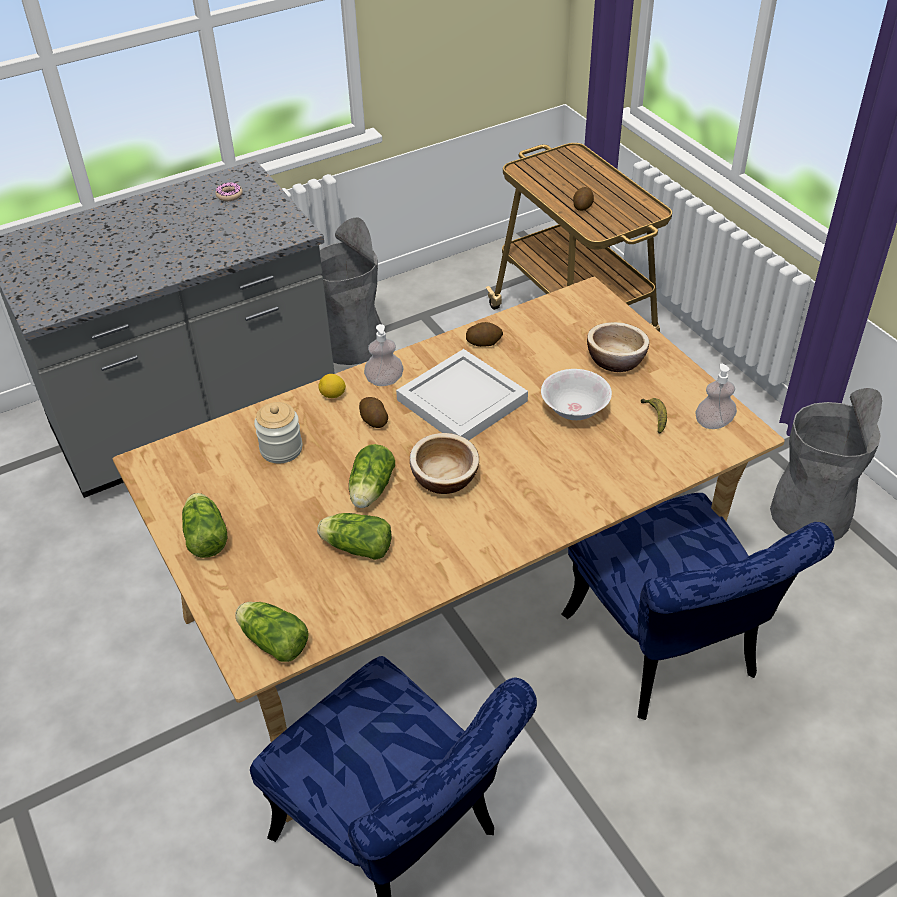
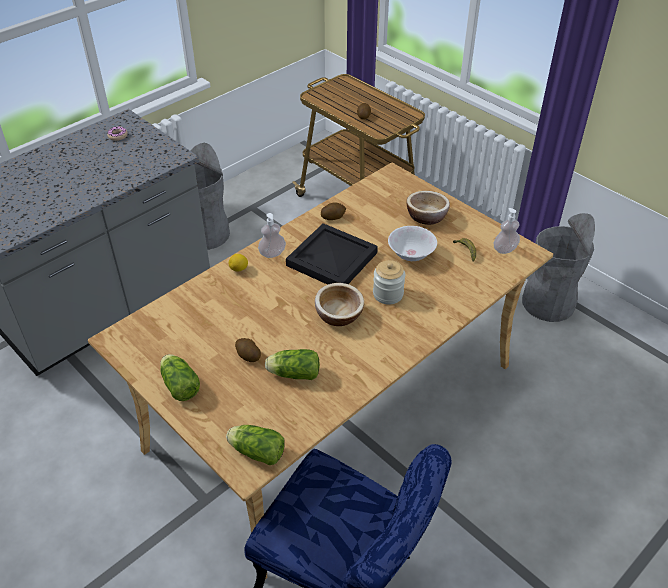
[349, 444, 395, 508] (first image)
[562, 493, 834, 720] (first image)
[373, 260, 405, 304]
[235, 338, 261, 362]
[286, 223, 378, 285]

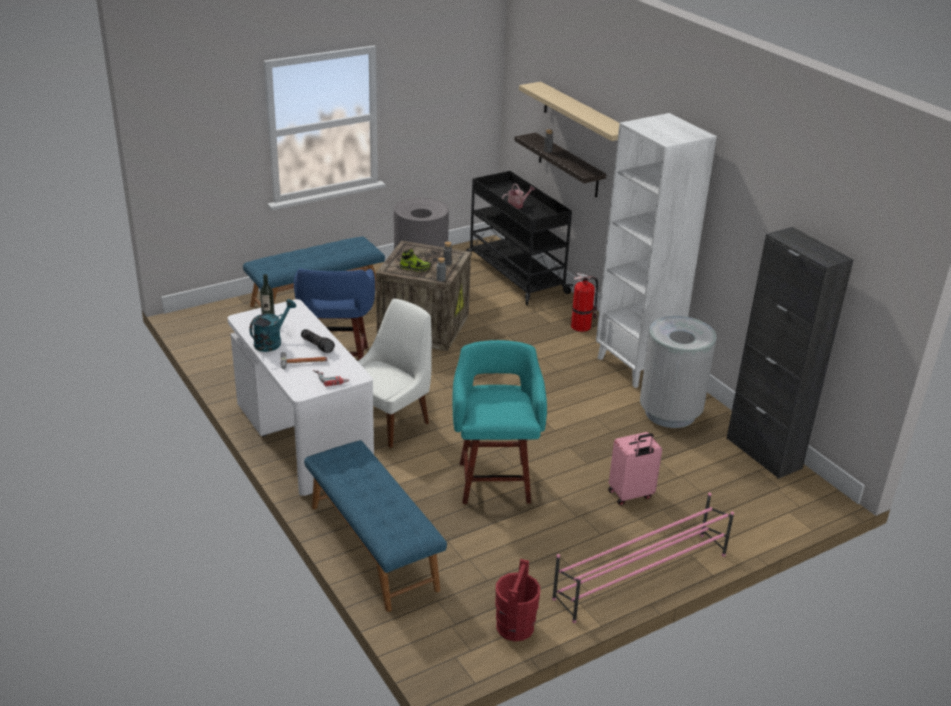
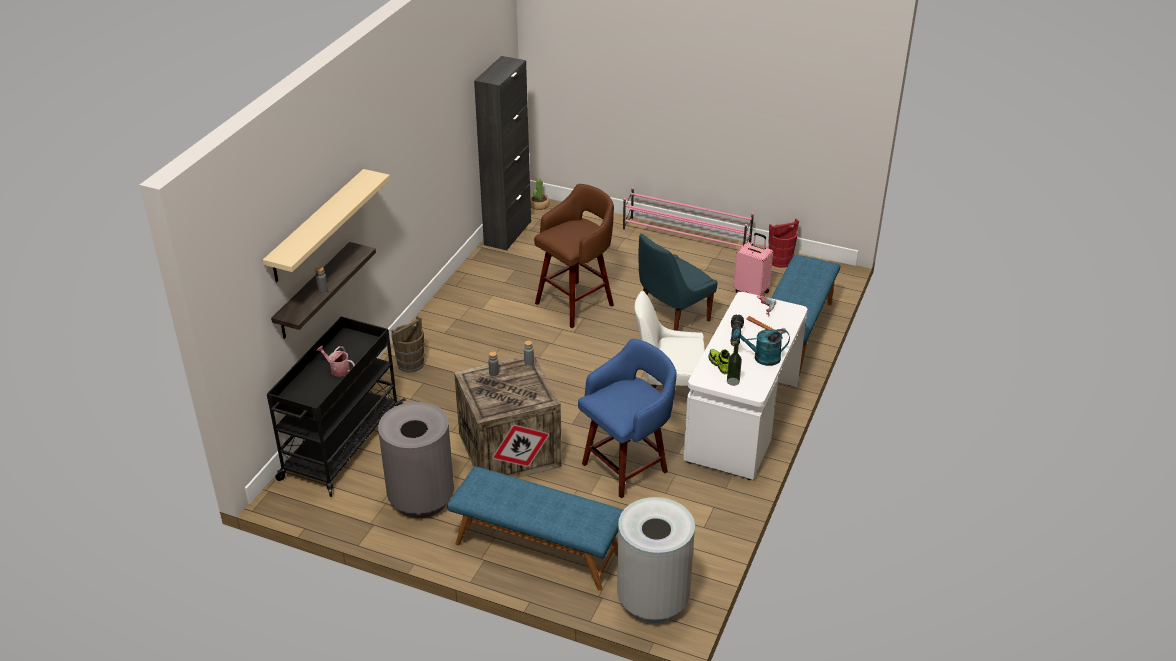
[596, 113, 717, 388] (first image)
[530, 178, 550, 210]
[534, 184, 614, 328]
[708, 349, 730, 374]
[733, 233, 773, 296]
[617, 497, 695, 623]
[639, 234, 718, 331]
[391, 315, 424, 373]

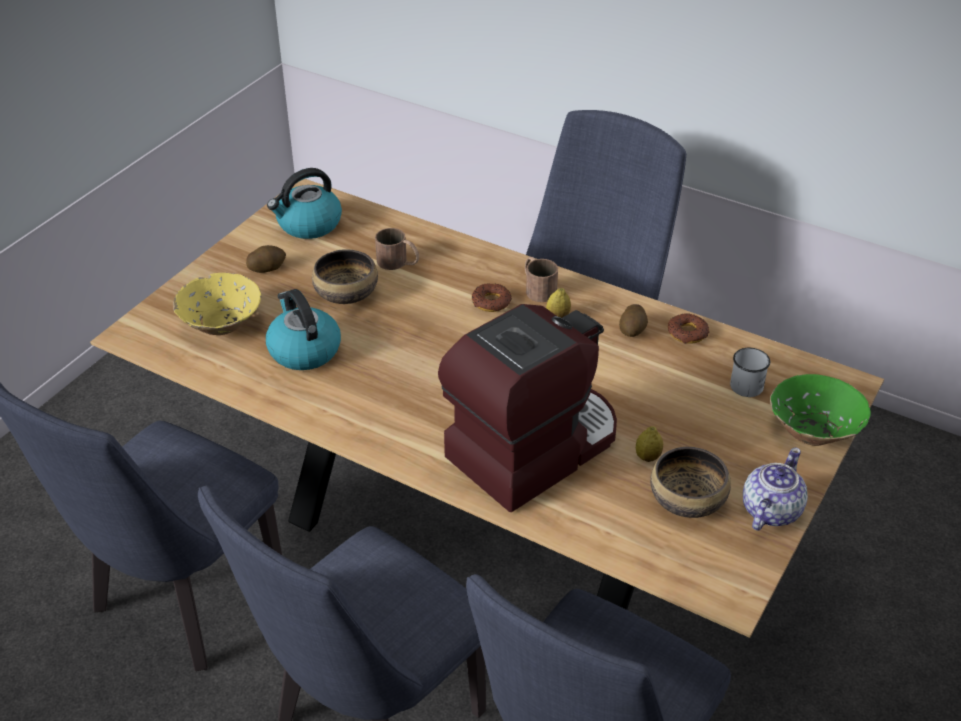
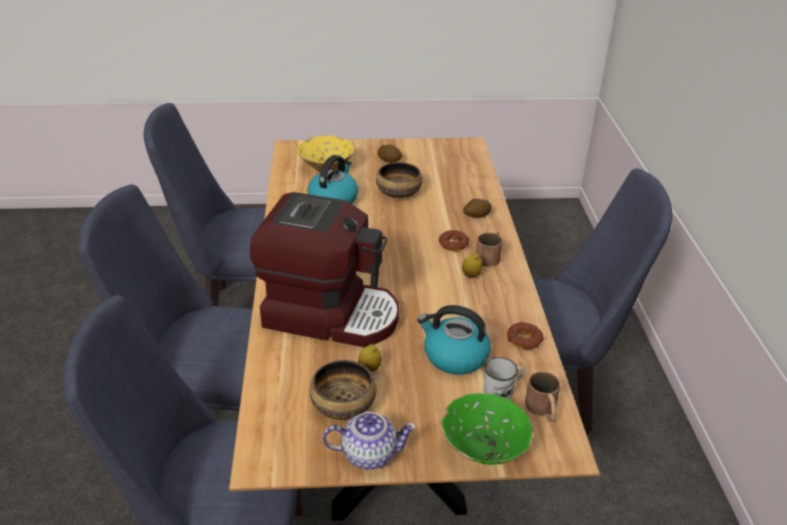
[417, 305, 491, 375]
[525, 371, 560, 422]
[463, 199, 492, 218]

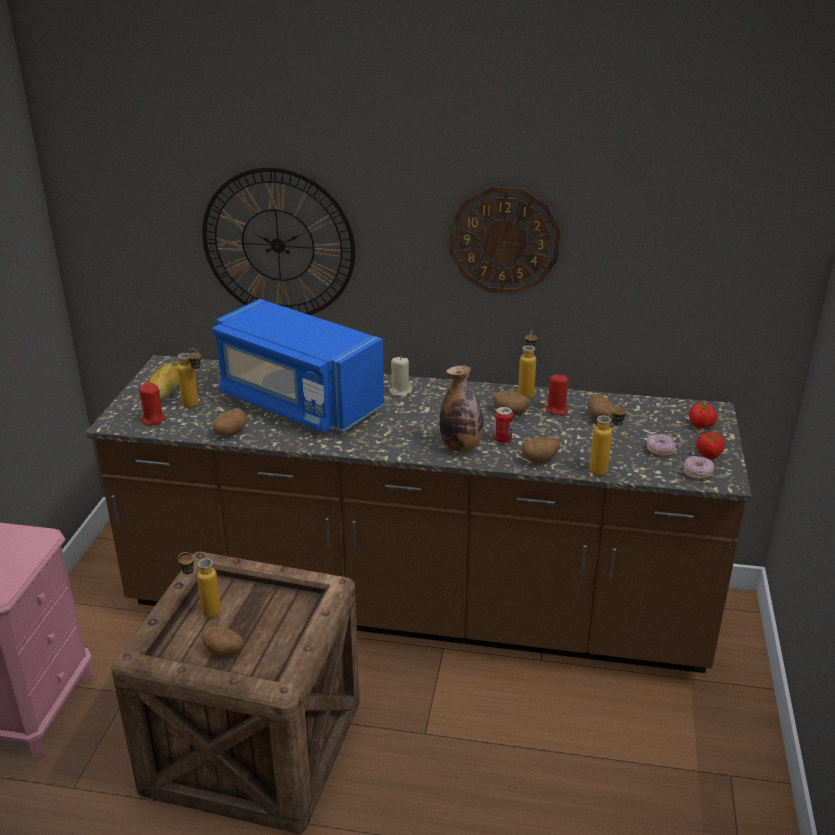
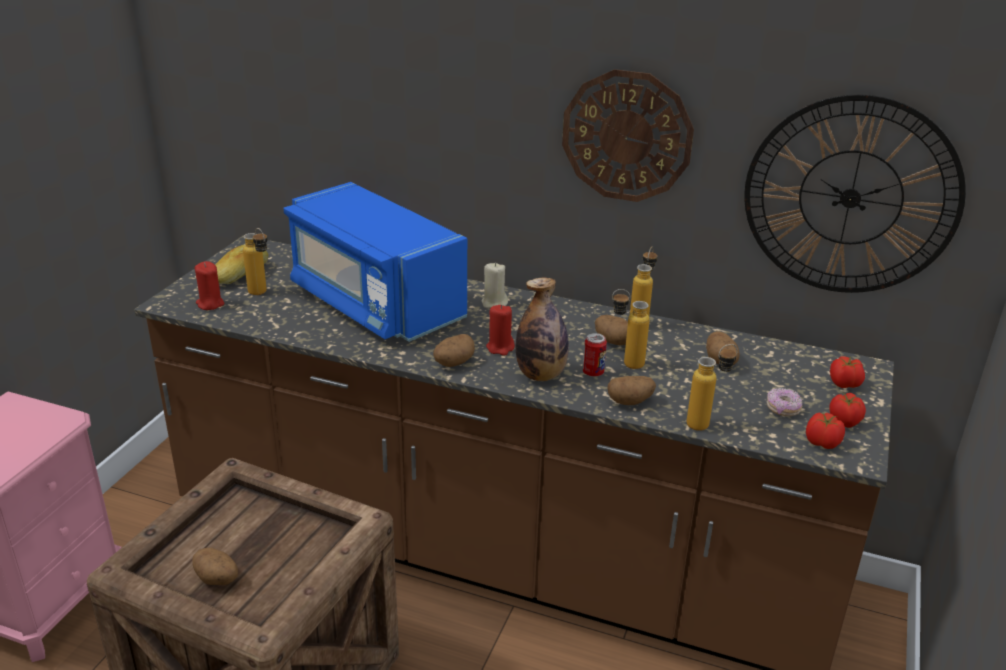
[612, 289, 650, 369]
[745, 95, 966, 293]
[433, 334, 475, 367]
[486, 305, 515, 356]
[806, 413, 845, 449]

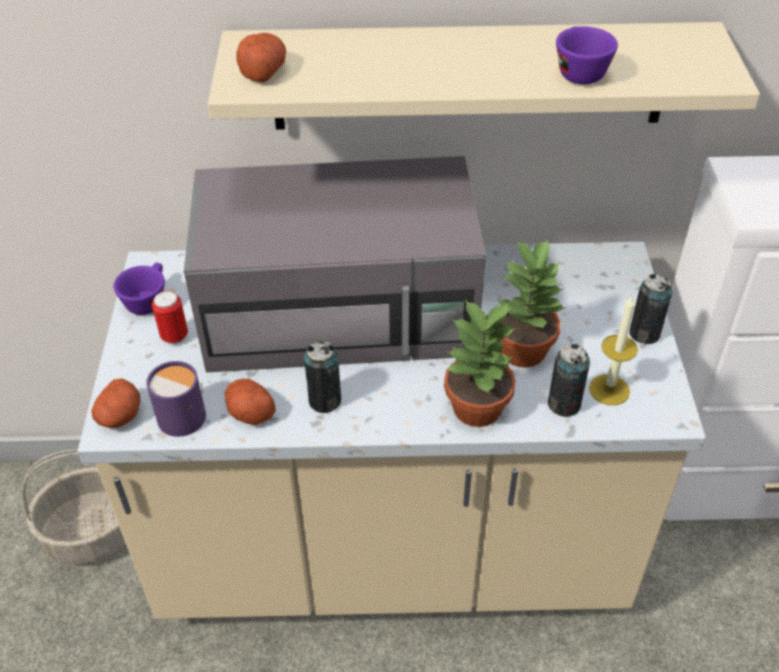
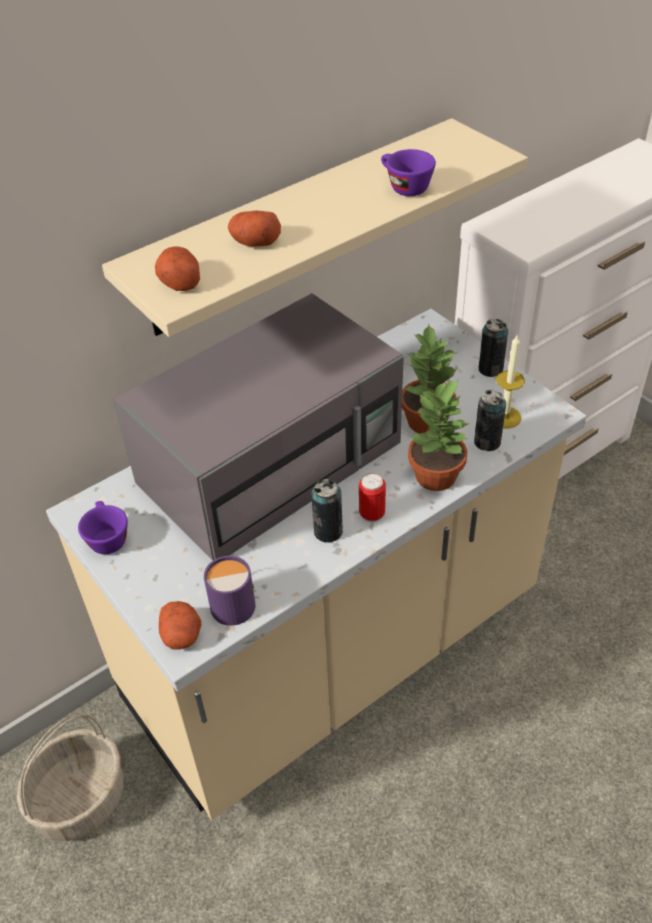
[359, 473, 386, 522]
[228, 211, 281, 246]

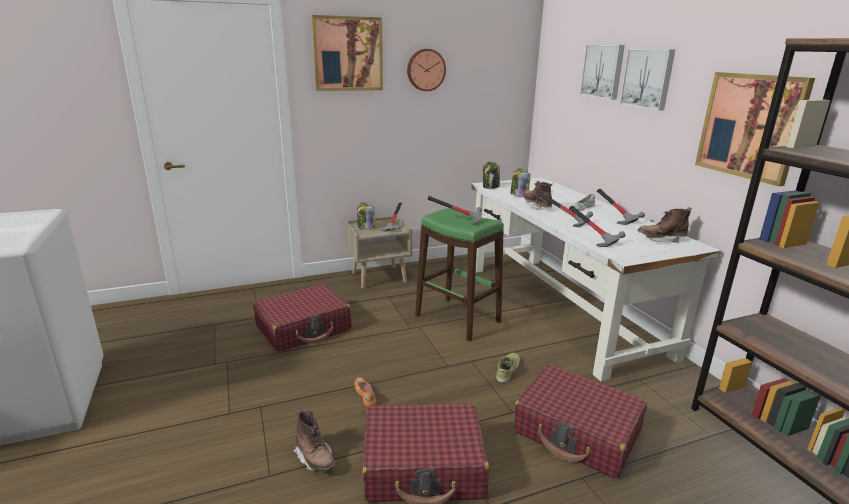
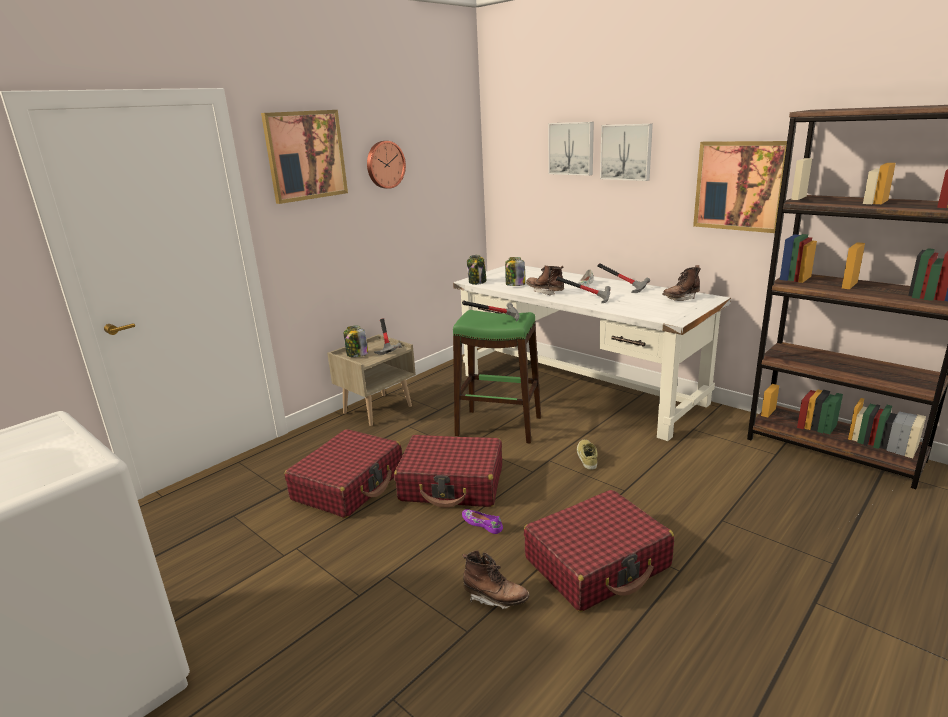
[569, 206, 625, 247] (first image)
[394, 435, 502, 508]
[462, 509, 503, 534]

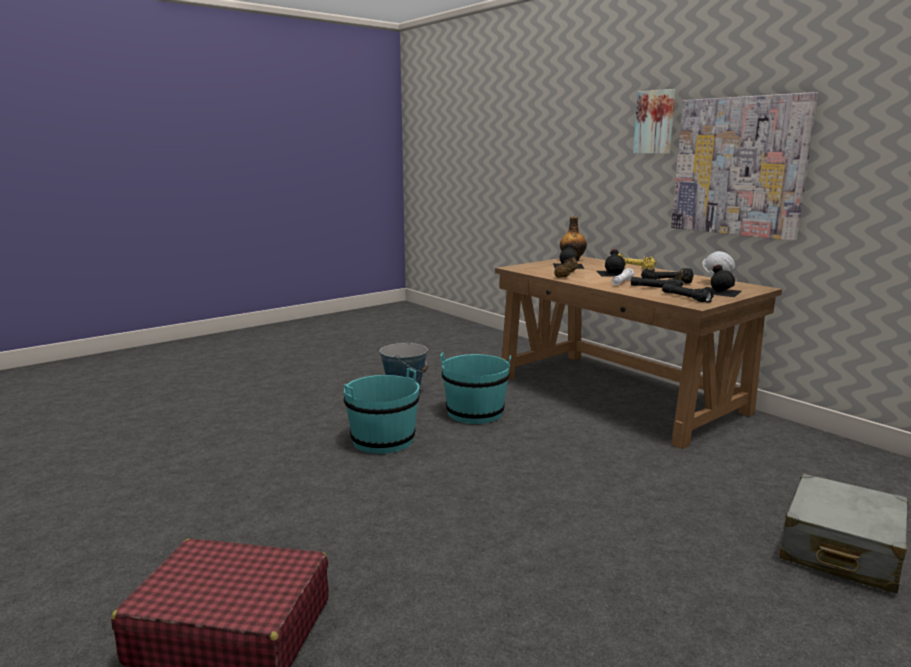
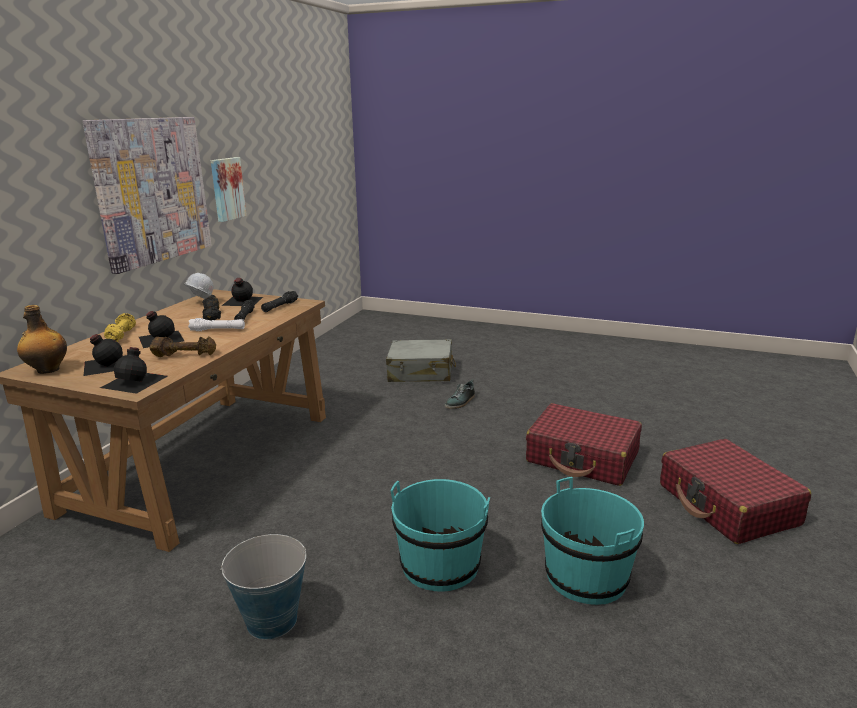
[100, 347, 168, 394]
[445, 379, 475, 409]
[526, 403, 642, 486]
[541, 477, 644, 605]
[211, 157, 247, 222]

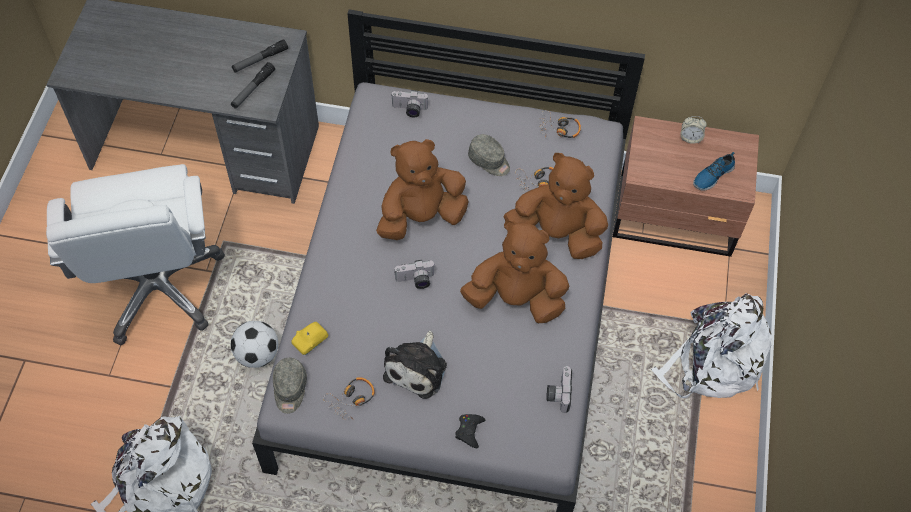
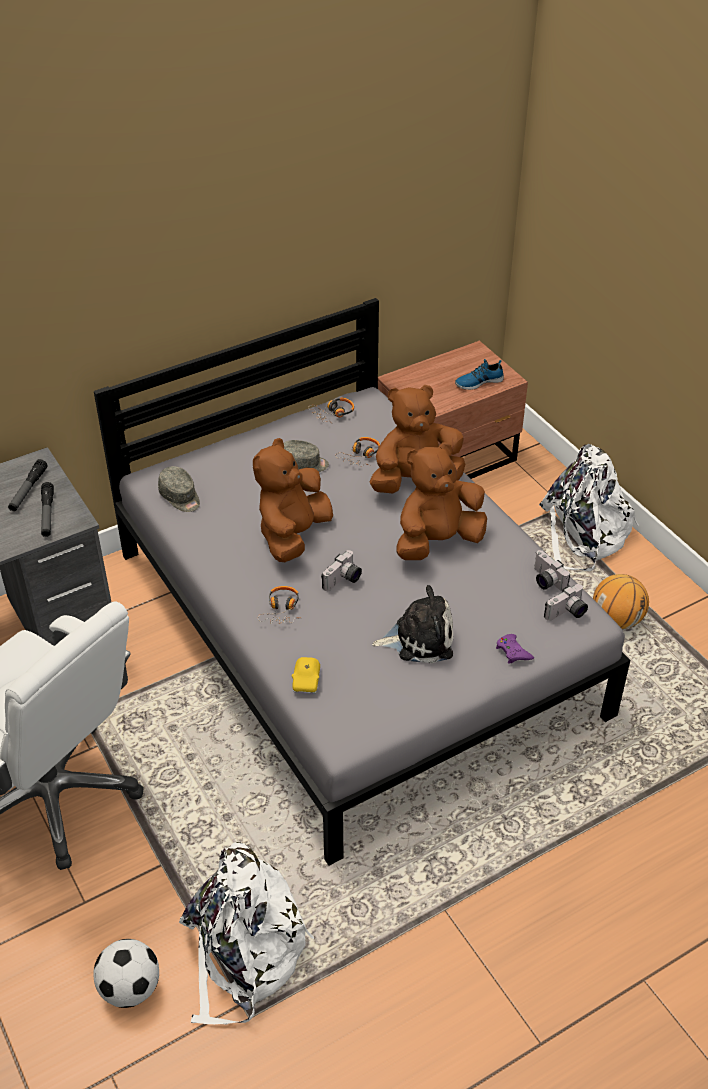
[680, 116, 707, 144] (first image)
[593, 574, 649, 629]
[94, 939, 159, 1008]
[158, 466, 200, 512]
[258, 586, 299, 624]
[544, 584, 588, 621]
[496, 634, 534, 664]
[372, 585, 453, 664]
[455, 359, 504, 390]

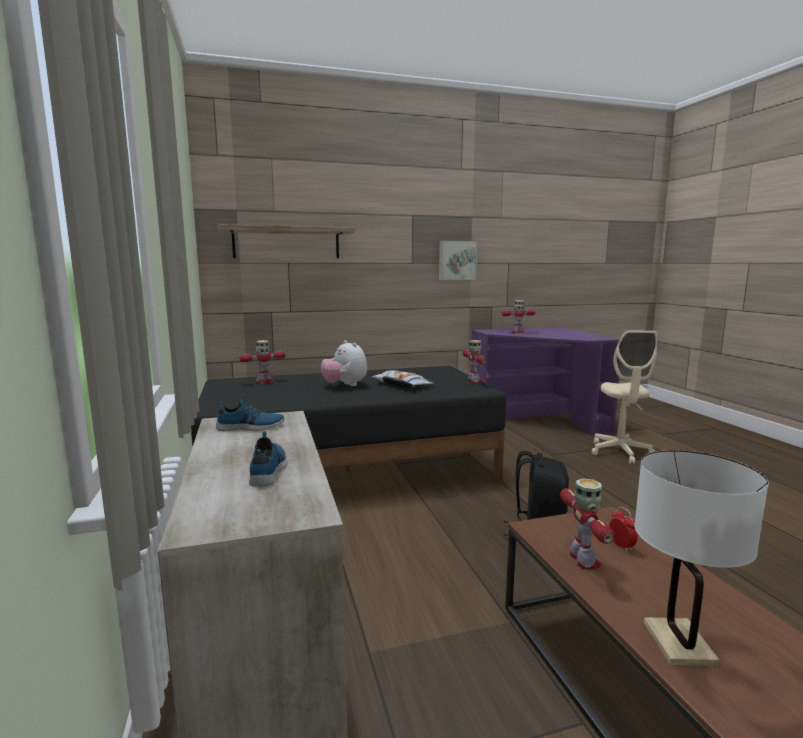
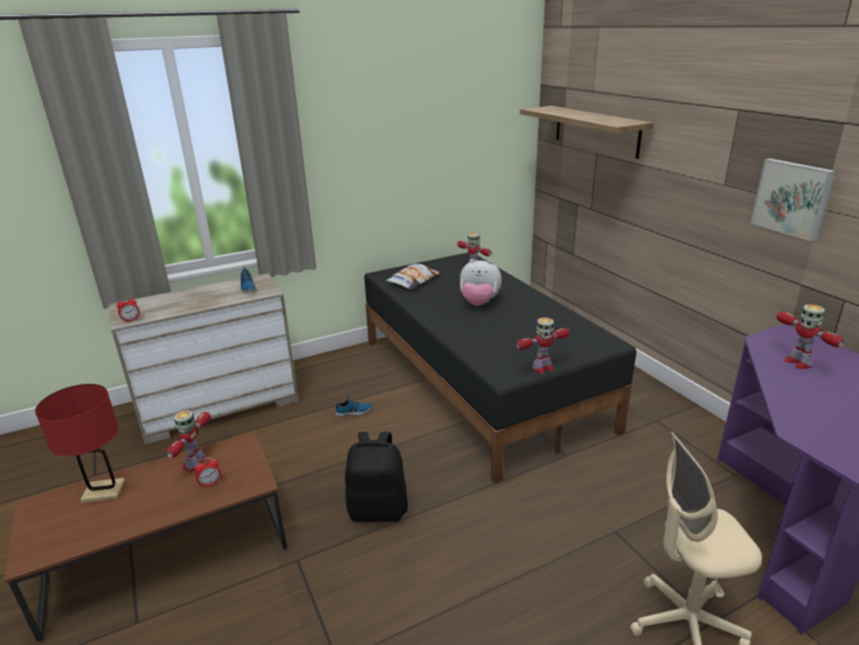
[117, 296, 140, 323]
[335, 396, 372, 417]
[386, 264, 440, 290]
[35, 384, 125, 503]
[460, 259, 502, 306]
[166, 410, 211, 471]

